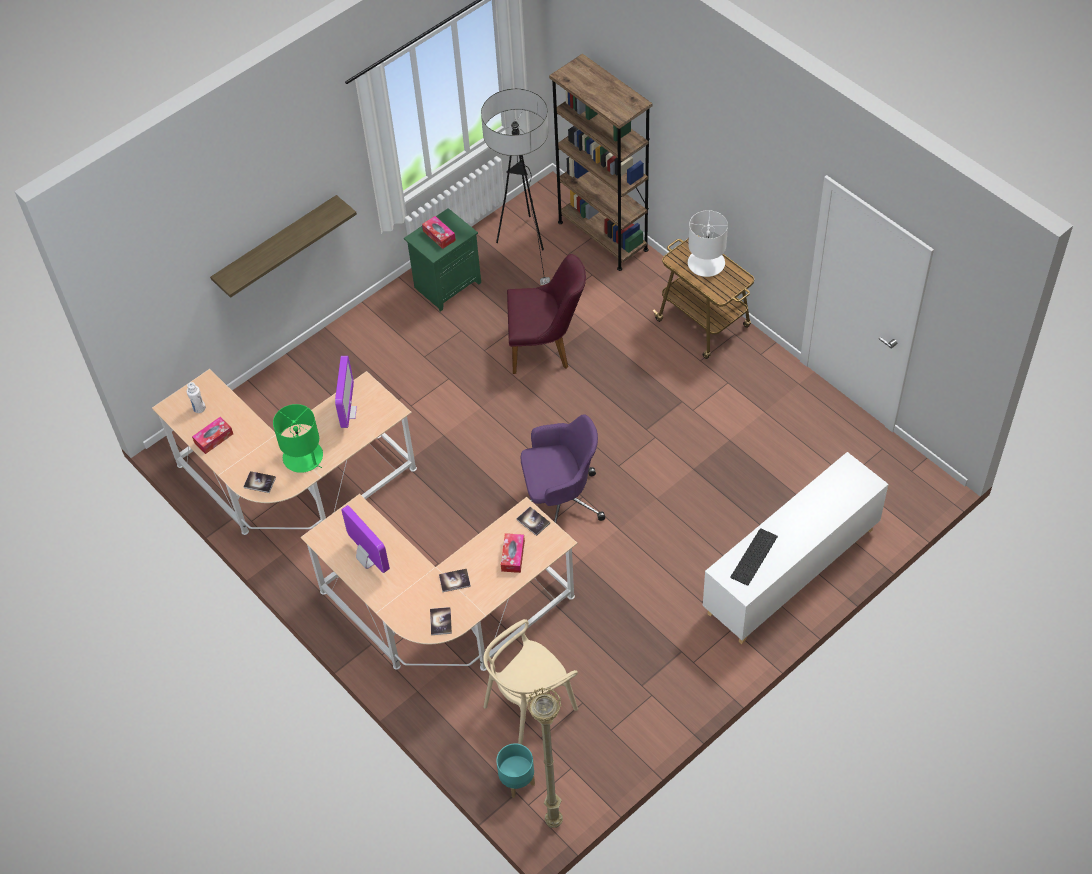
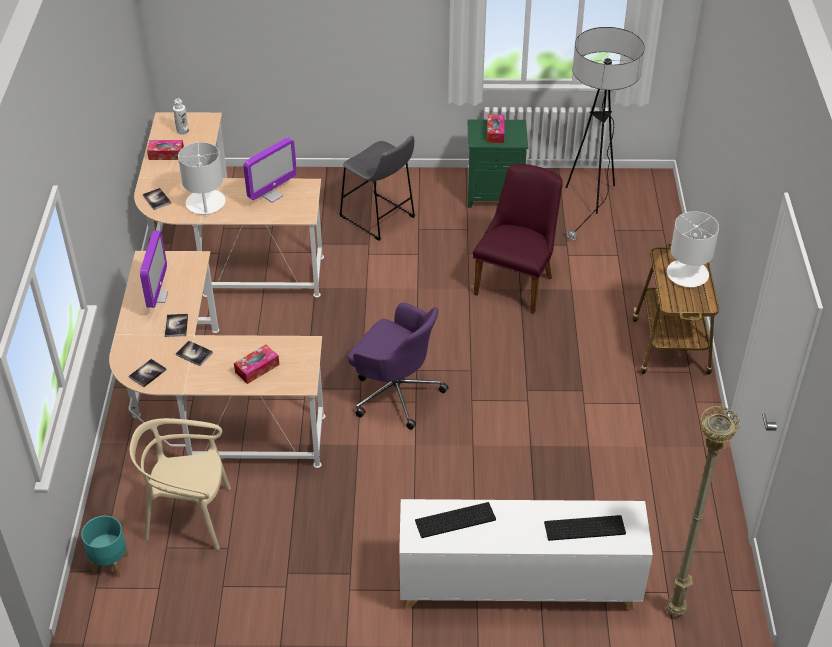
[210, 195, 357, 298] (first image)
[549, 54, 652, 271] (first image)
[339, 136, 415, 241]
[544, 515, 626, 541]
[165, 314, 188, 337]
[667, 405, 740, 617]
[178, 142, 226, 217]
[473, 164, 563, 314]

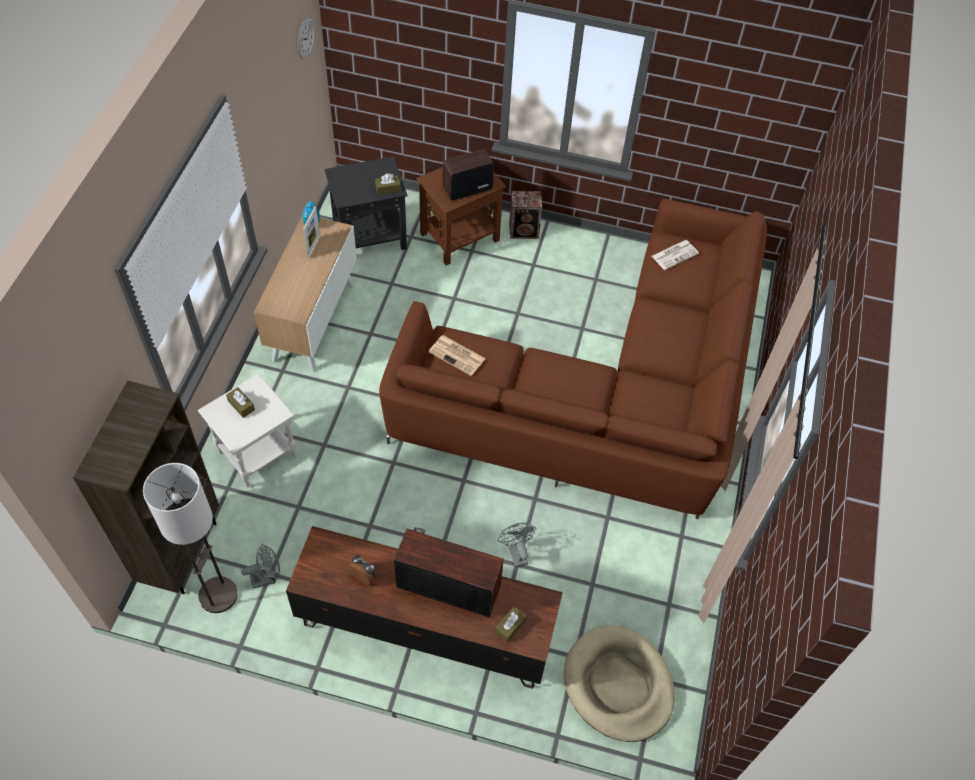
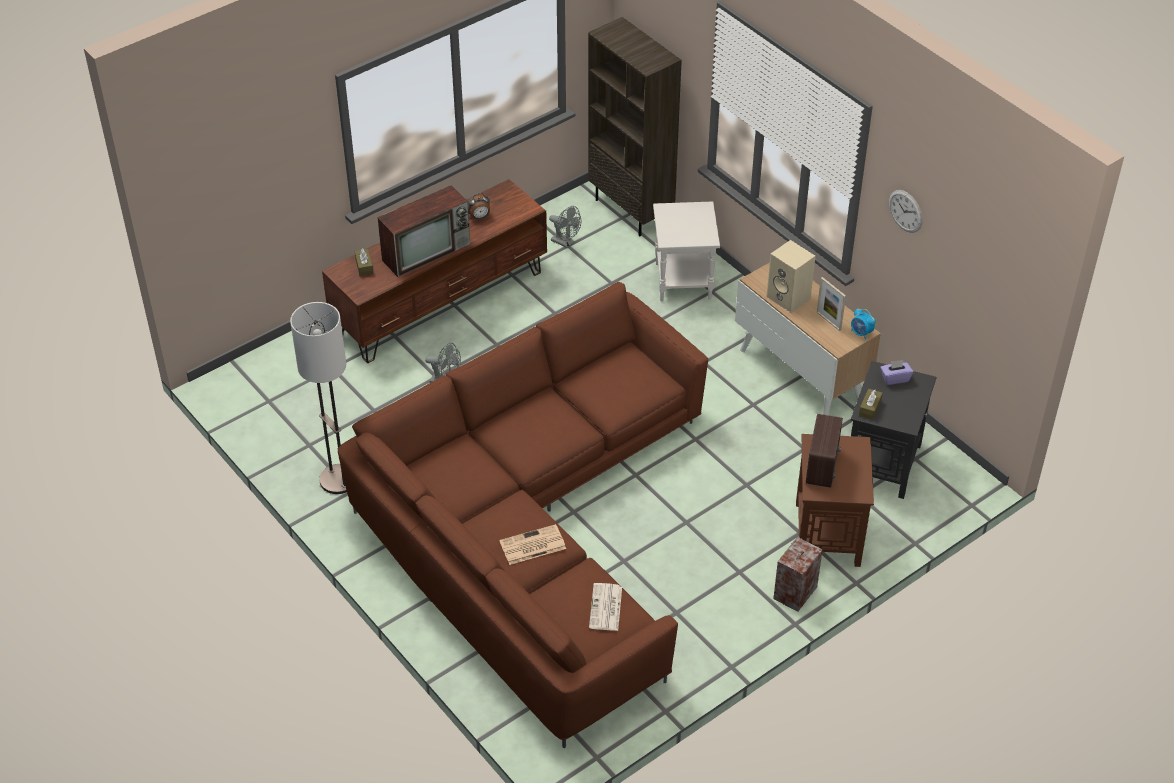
[226, 387, 255, 418] (first image)
[564, 625, 675, 742] (first image)
[767, 240, 816, 313]
[880, 360, 913, 385]
[290, 302, 347, 494]
[889, 190, 923, 233]
[500, 524, 566, 565]
[549, 206, 581, 249]

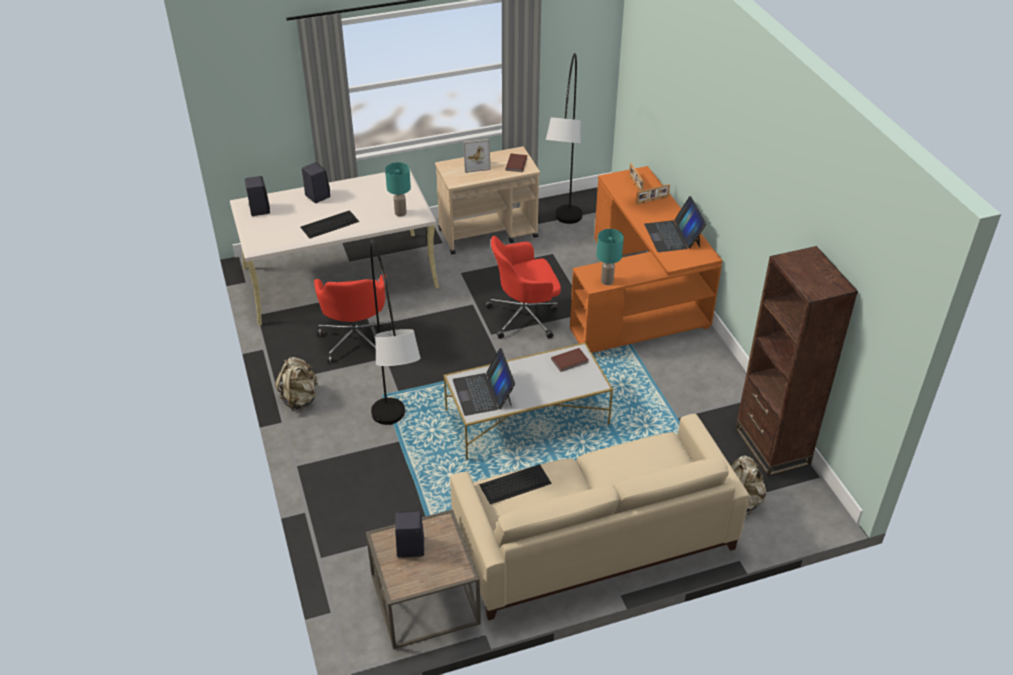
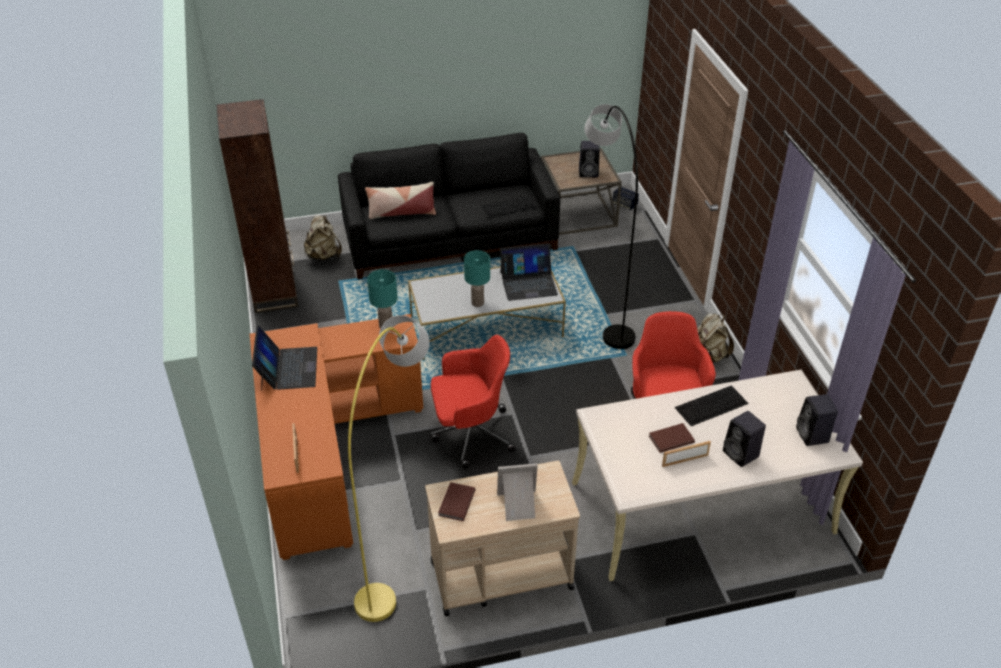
[365, 182, 436, 219]
[613, 187, 639, 210]
[464, 250, 490, 307]
[649, 423, 695, 453]
[662, 441, 711, 467]
[338, 133, 560, 279]
[348, 315, 430, 622]
[500, 243, 558, 301]

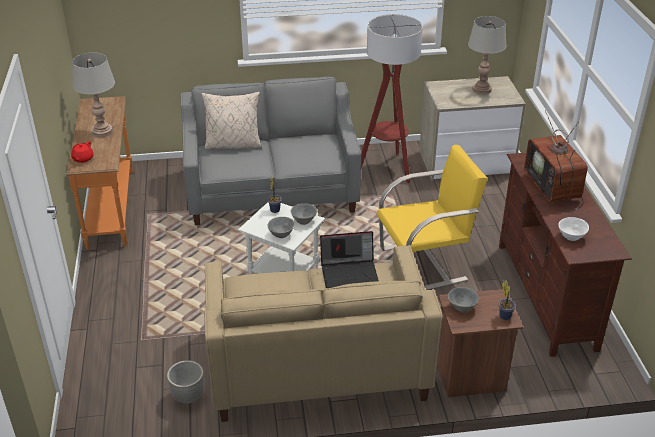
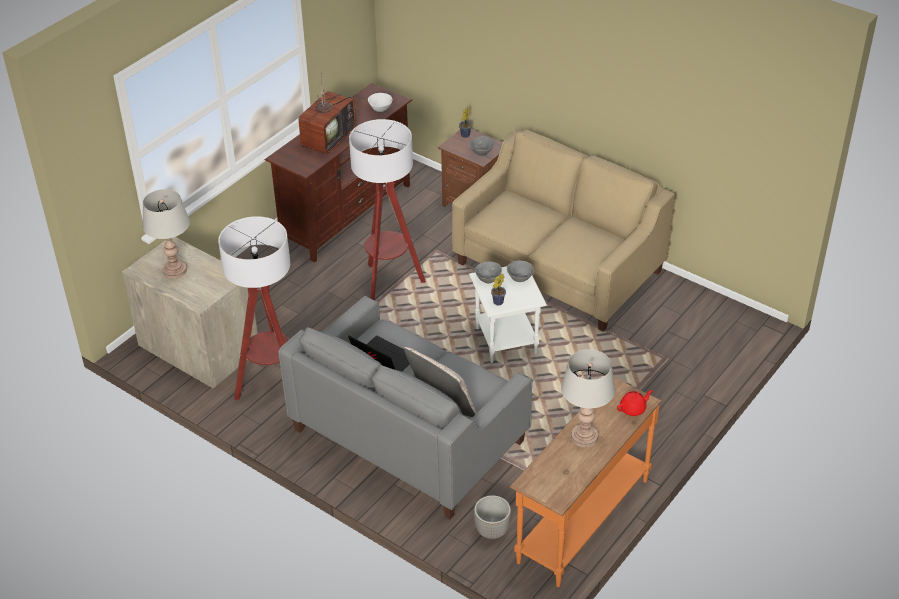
[474, 495, 511, 539]
[348, 335, 410, 371]
[349, 119, 426, 300]

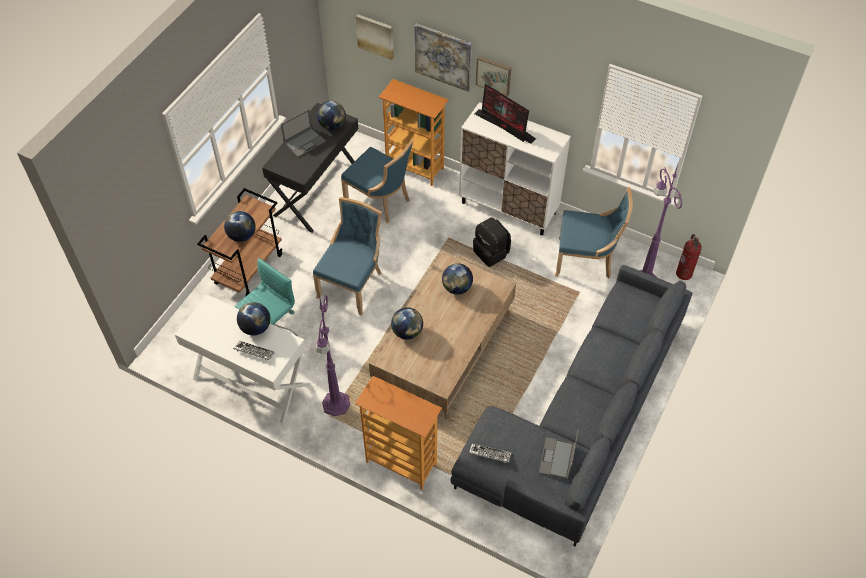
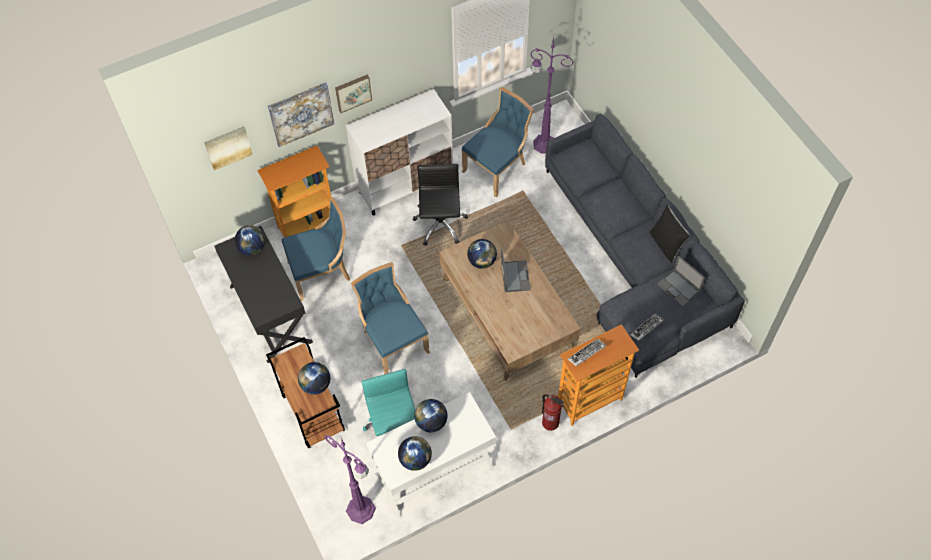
[475, 84, 536, 144] (first image)
[649, 205, 690, 263]
[568, 338, 606, 366]
[501, 249, 531, 292]
[324, 435, 376, 524]
[398, 436, 432, 471]
[542, 394, 564, 431]
[413, 164, 468, 246]

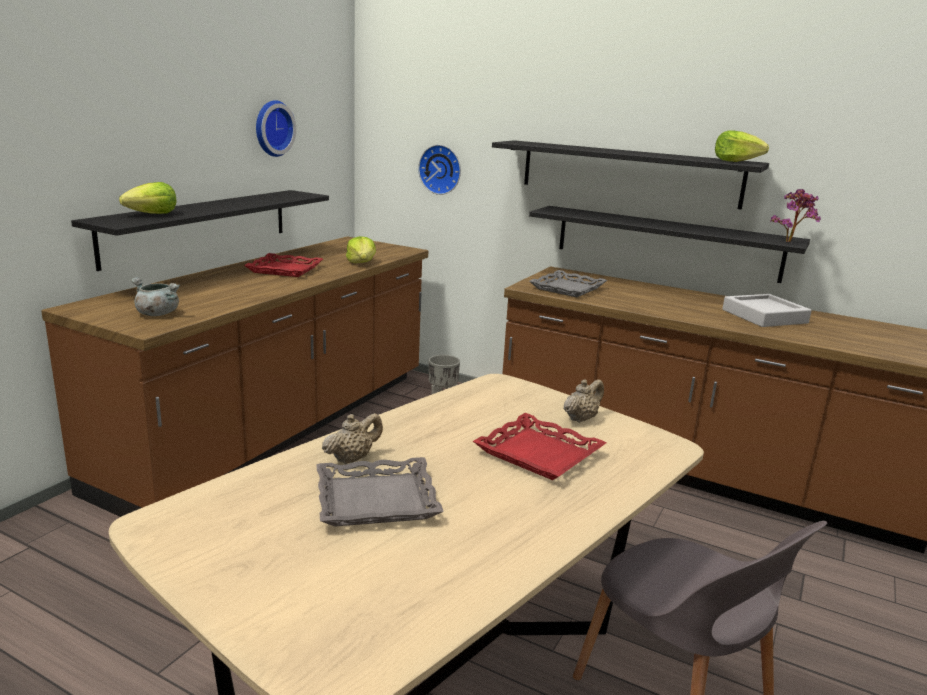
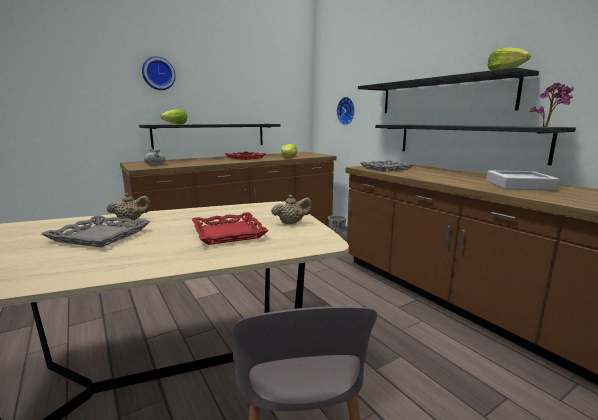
[142, 56, 176, 90]

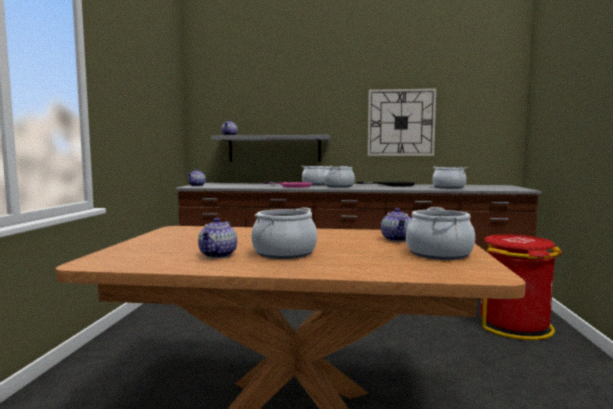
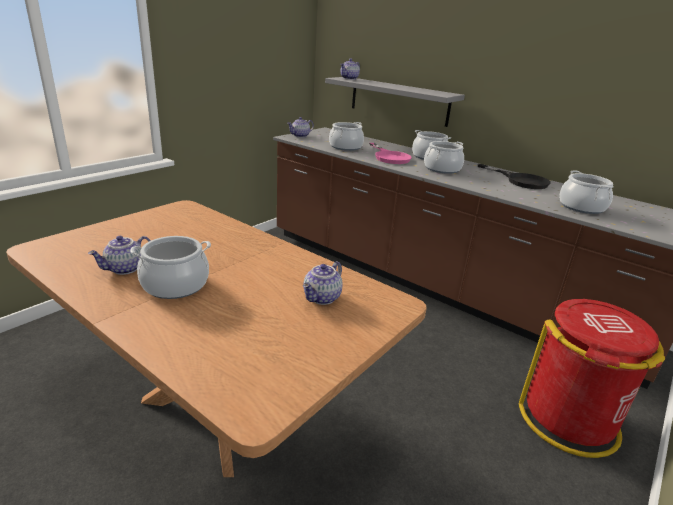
[368, 88, 436, 156] (first image)
[329, 122, 364, 151]

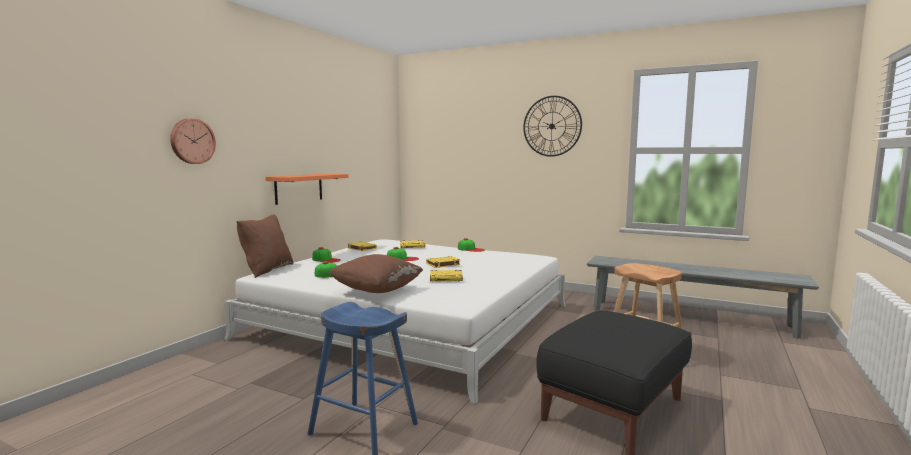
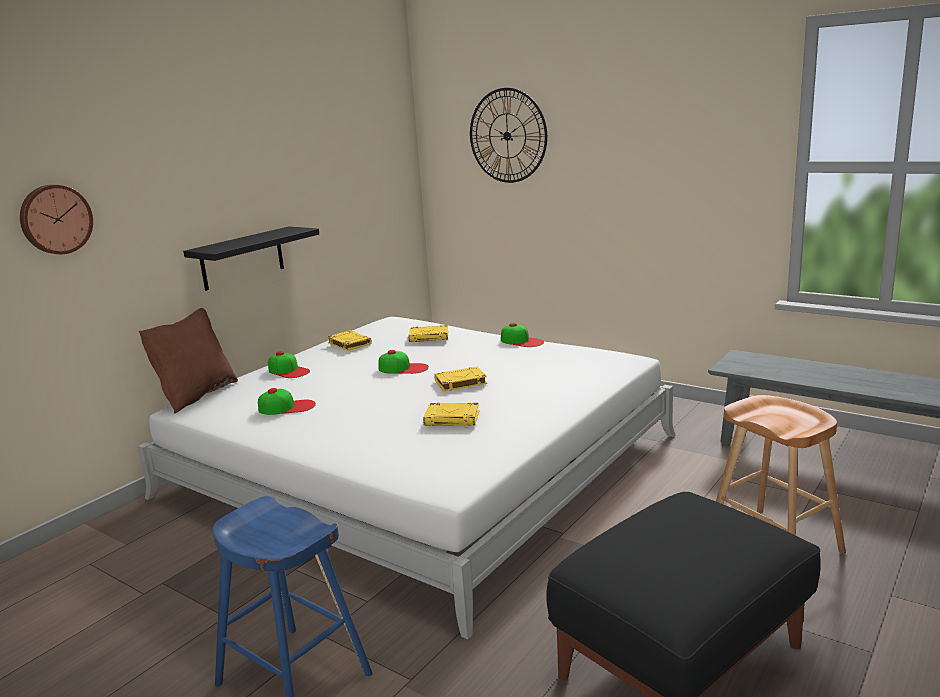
[329, 254, 423, 293] (first image)
[470, 88, 547, 183]
[183, 226, 319, 291]

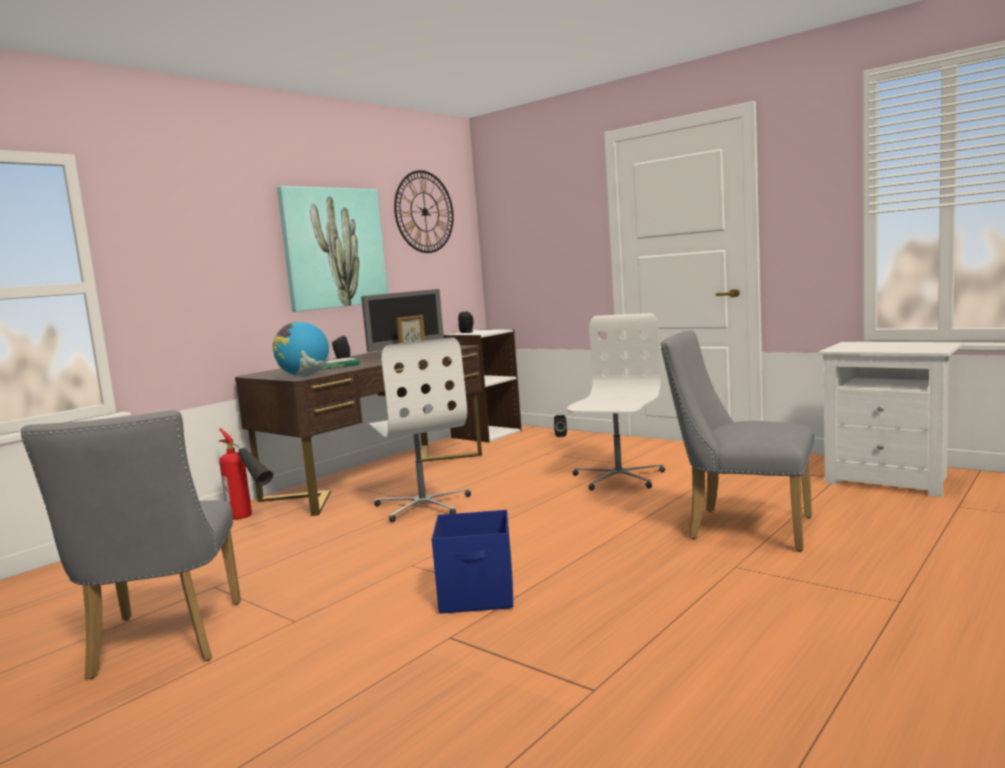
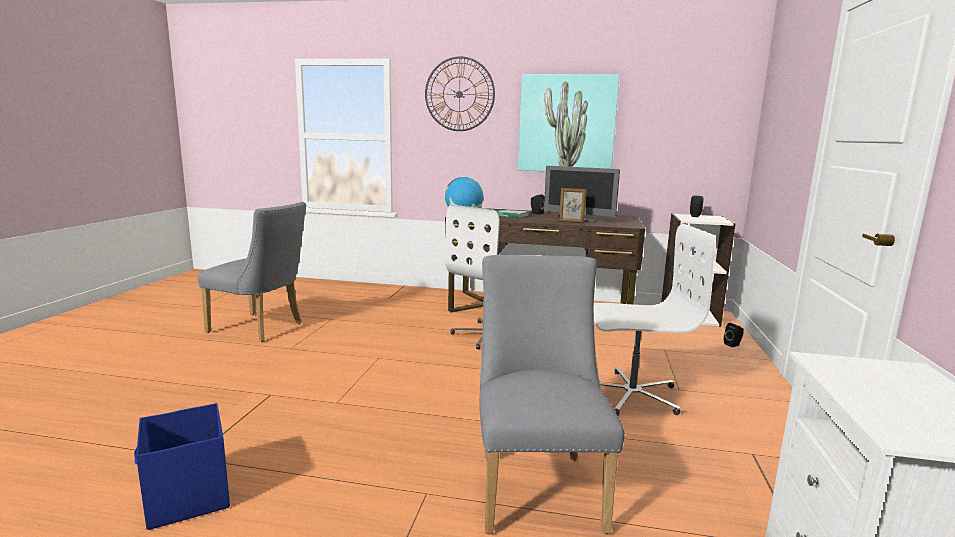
[219, 428, 273, 520] (first image)
[425, 56, 495, 131]
[134, 403, 230, 530]
[198, 202, 306, 342]

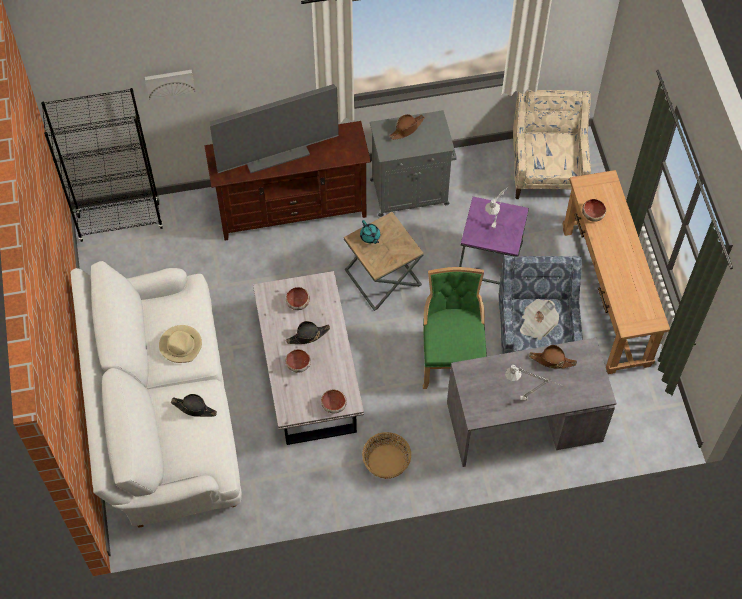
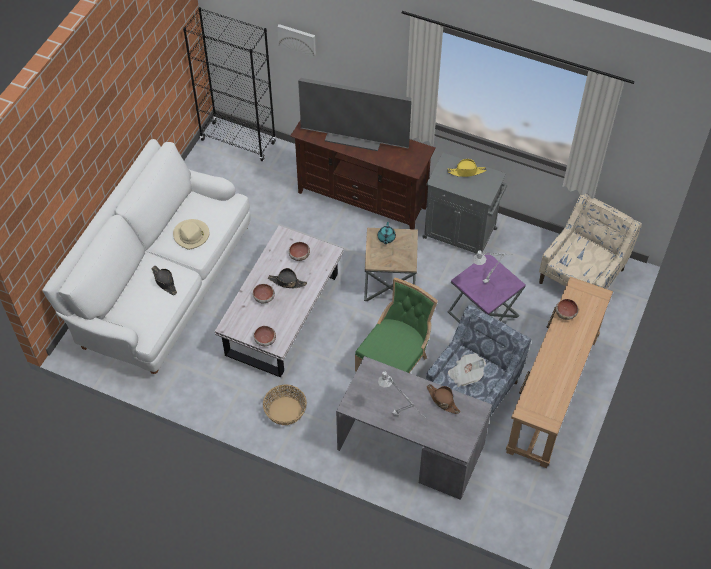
[447, 159, 486, 177]

